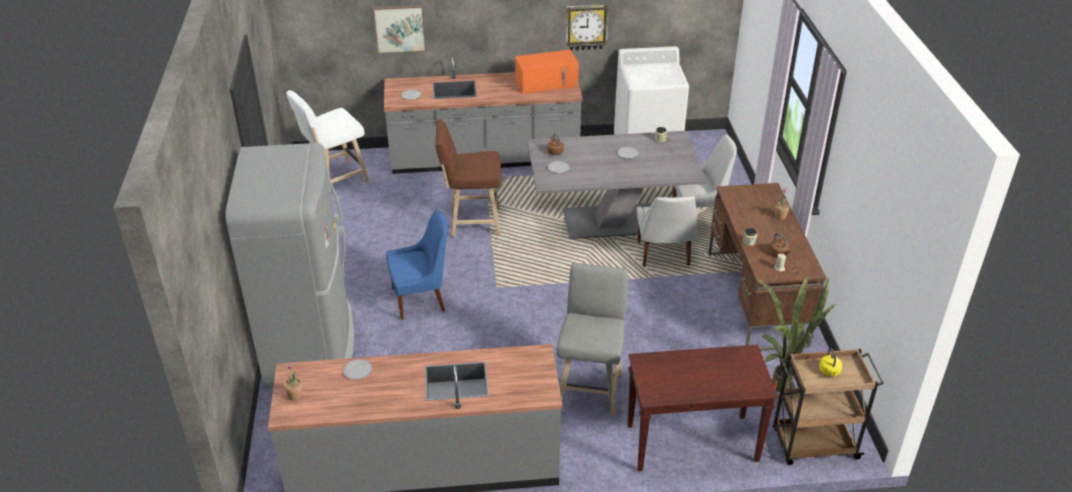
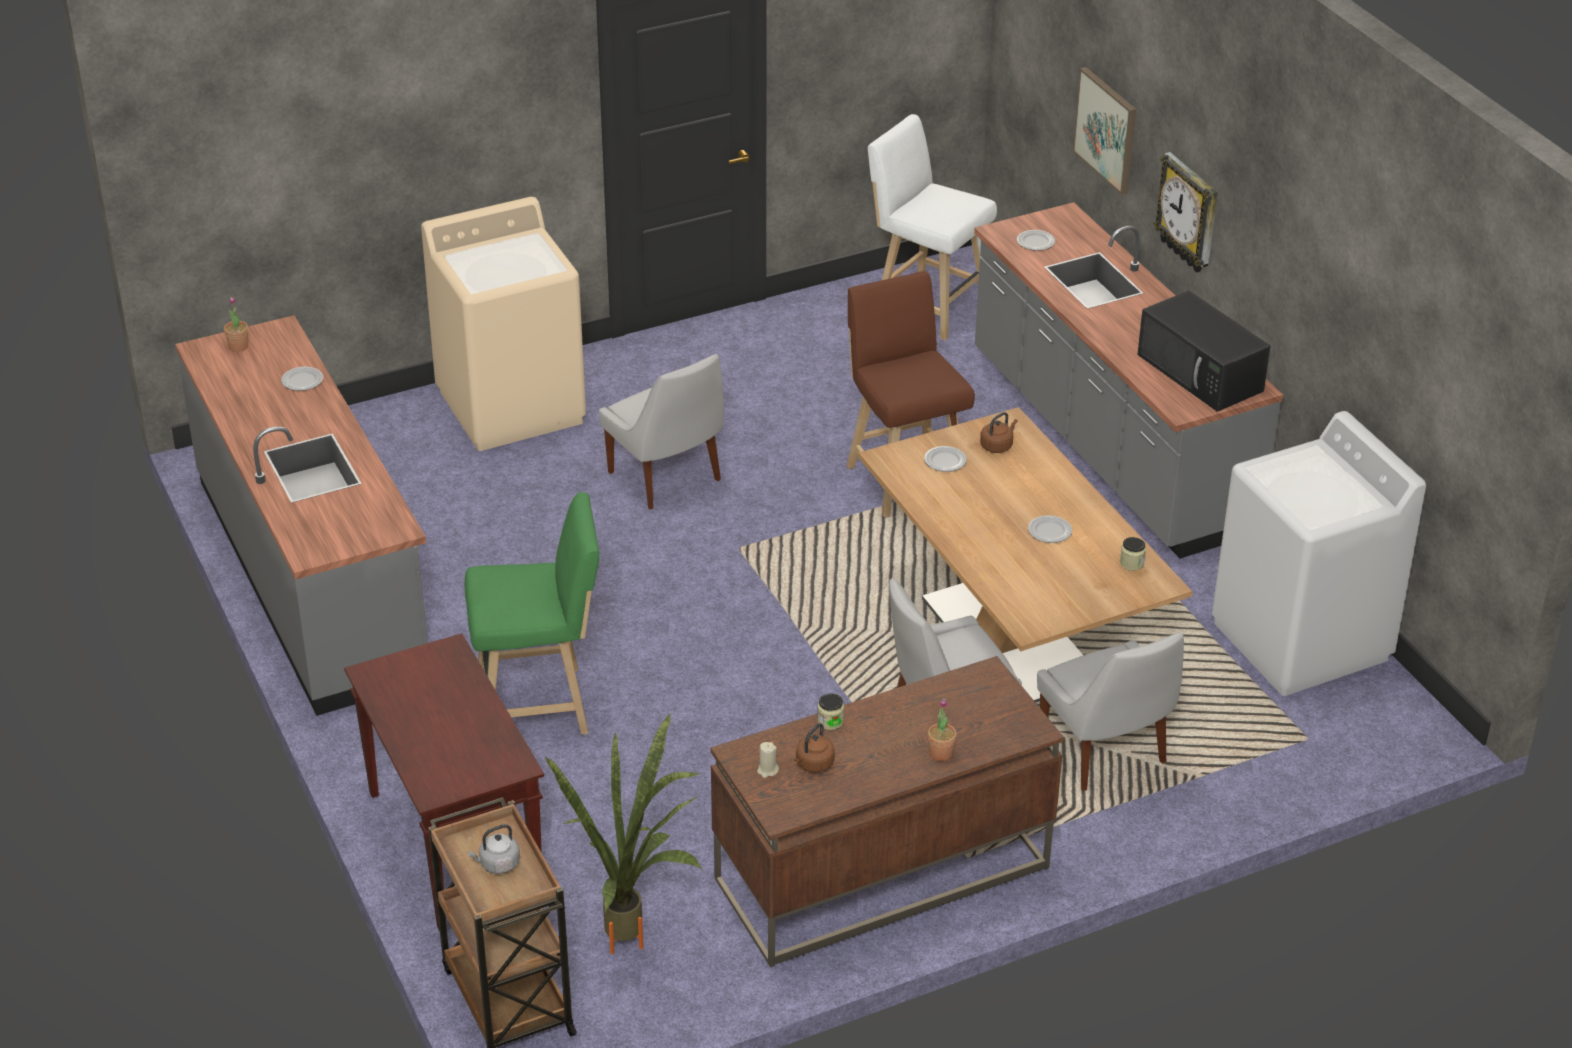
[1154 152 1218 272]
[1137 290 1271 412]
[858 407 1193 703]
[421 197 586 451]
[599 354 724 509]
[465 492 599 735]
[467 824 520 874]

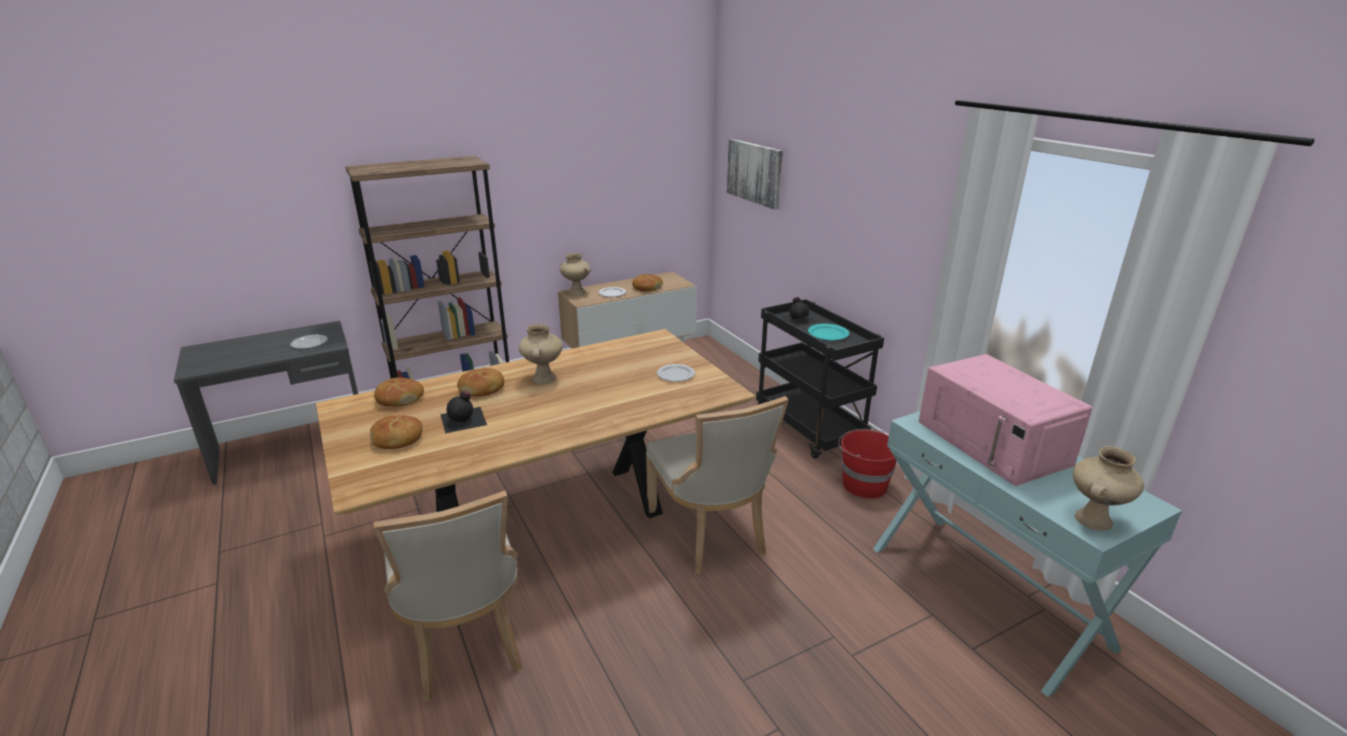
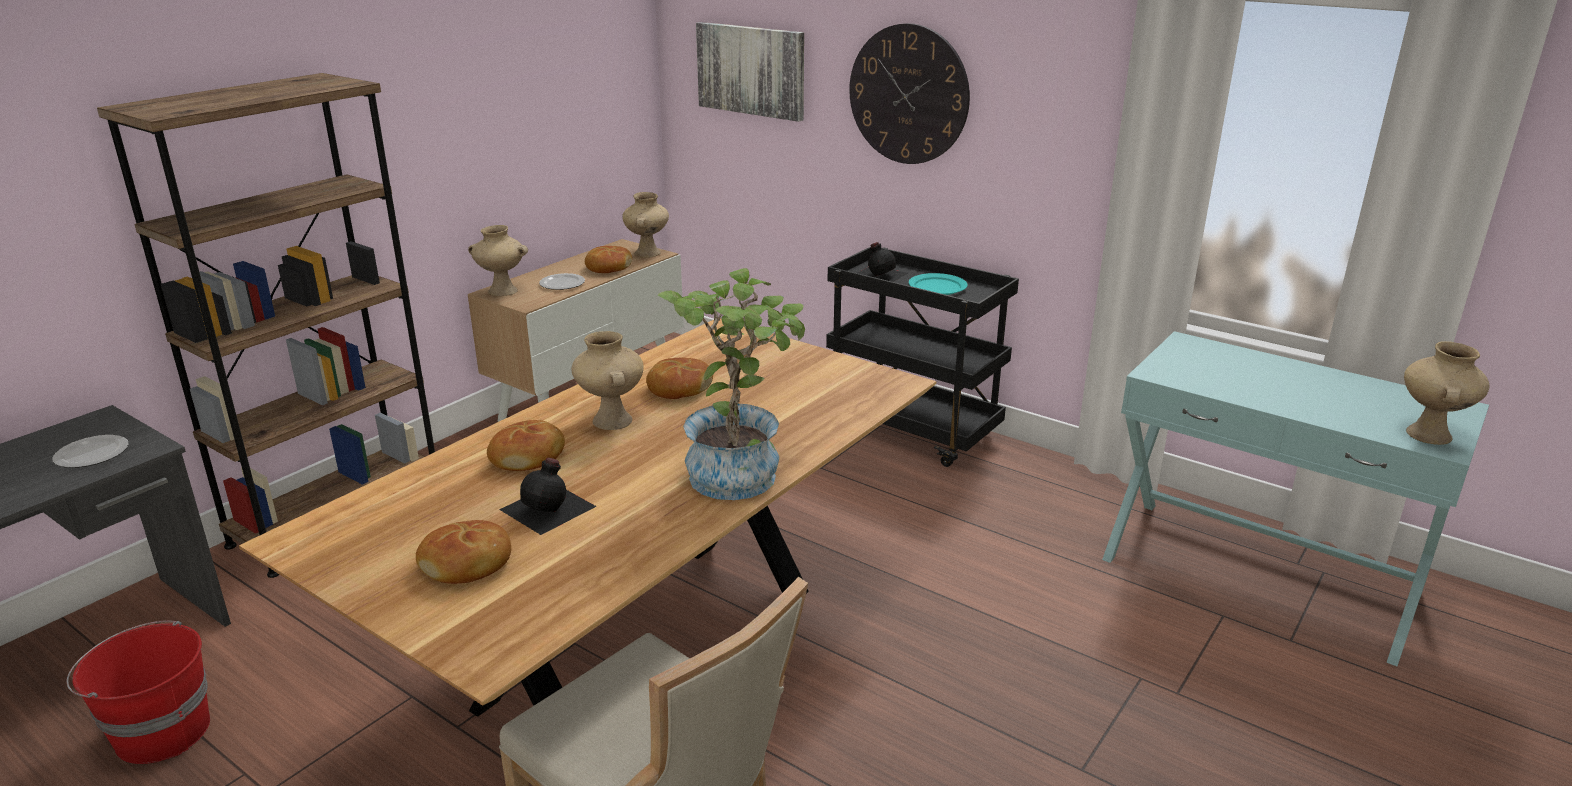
[919 354 1092 486] (first image)
[657 364 695 382] (first image)
[646 358 713 399]
[646 396 789 574] (first image)
[66 620 210 764]
[849 23 970 164]
[622 192 669 258]
[658 268 805 500]

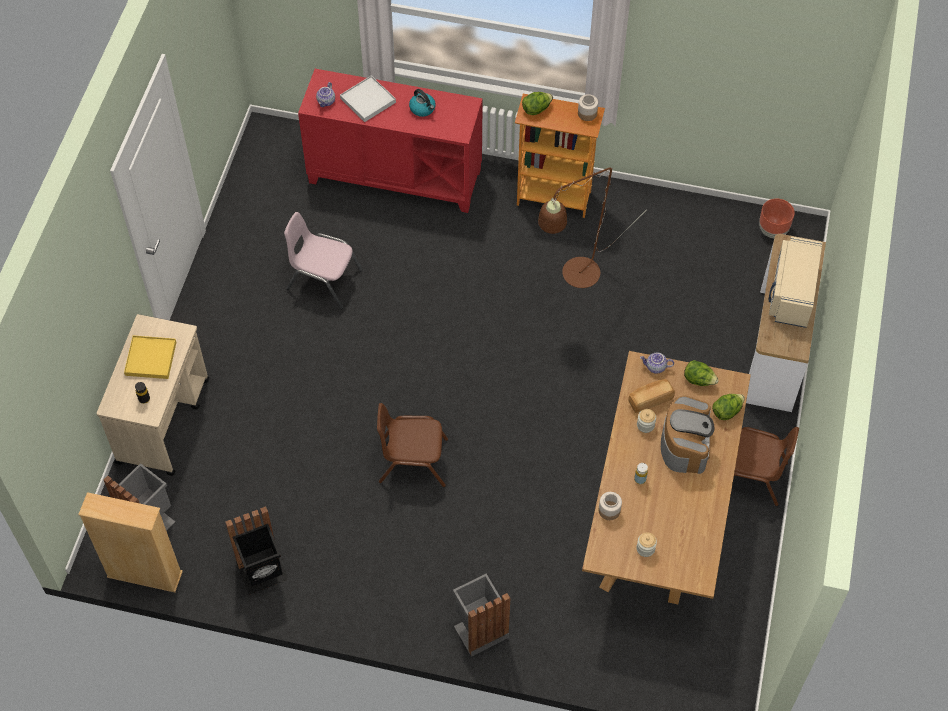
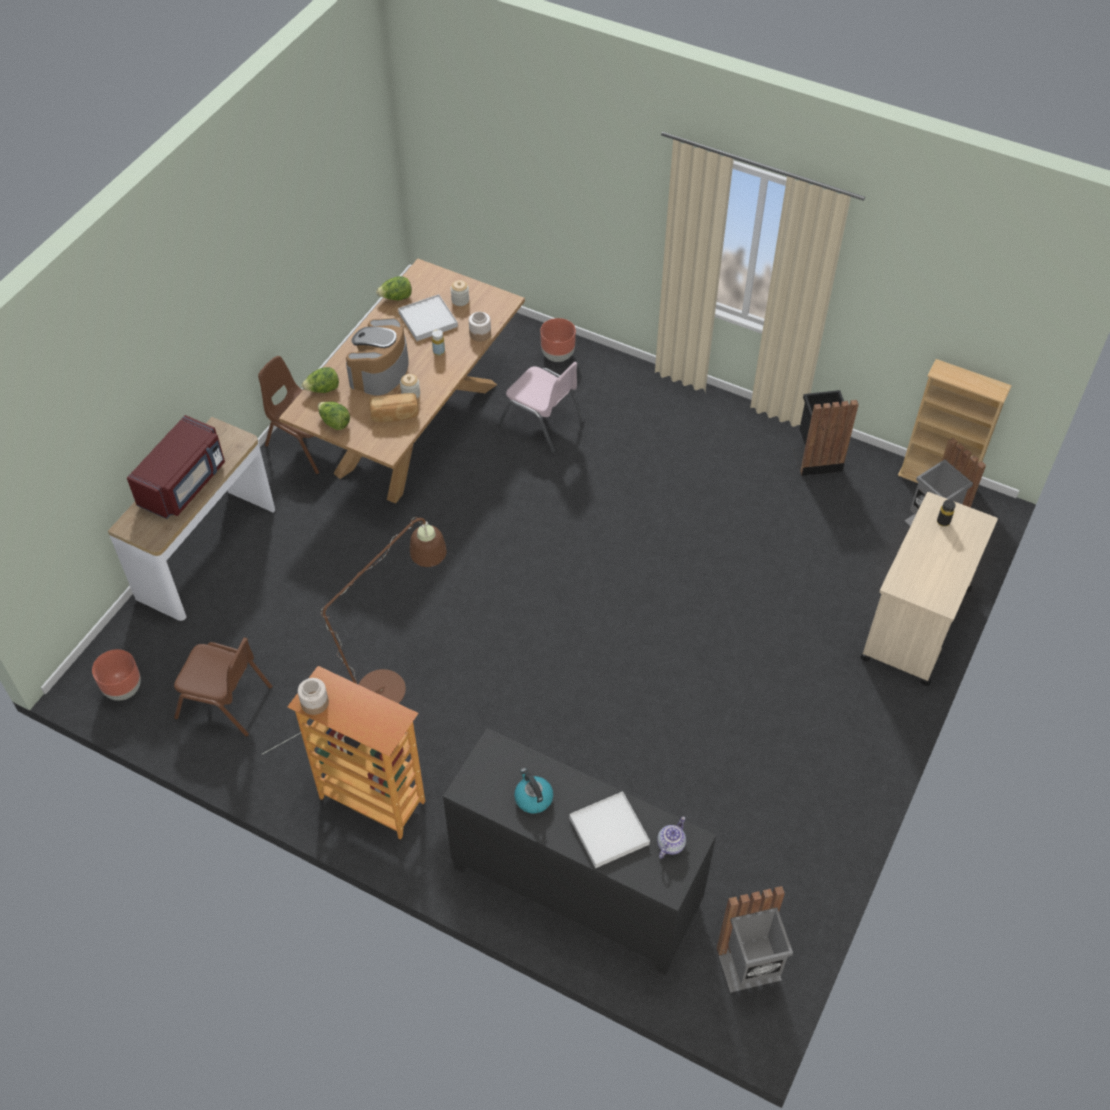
[443 728 716 975]
[376 276 412 301]
[498 362 584 453]
[127 415 225 519]
[124 335 176 379] (first image)
[640 353 674 374] (first image)
[174 637 273 737]
[716 886 793 993]
[398 294 458 341]
[540 318 576 362]

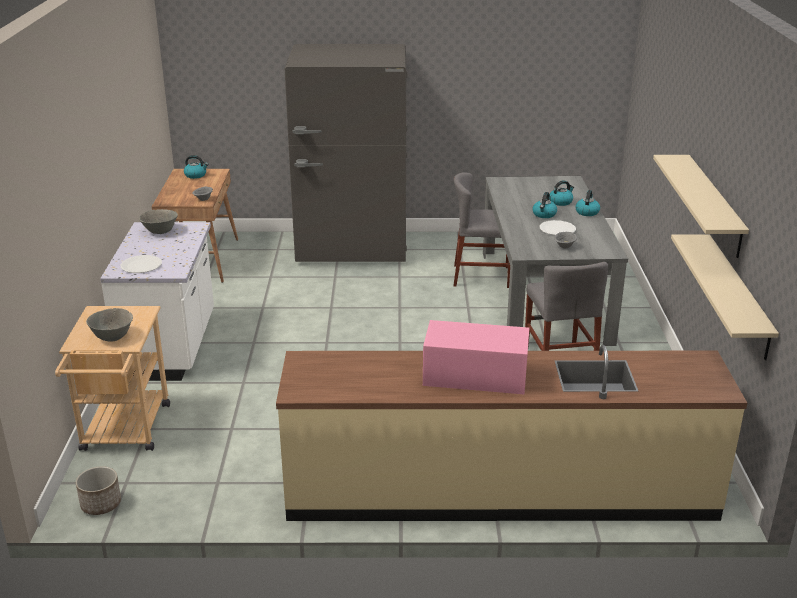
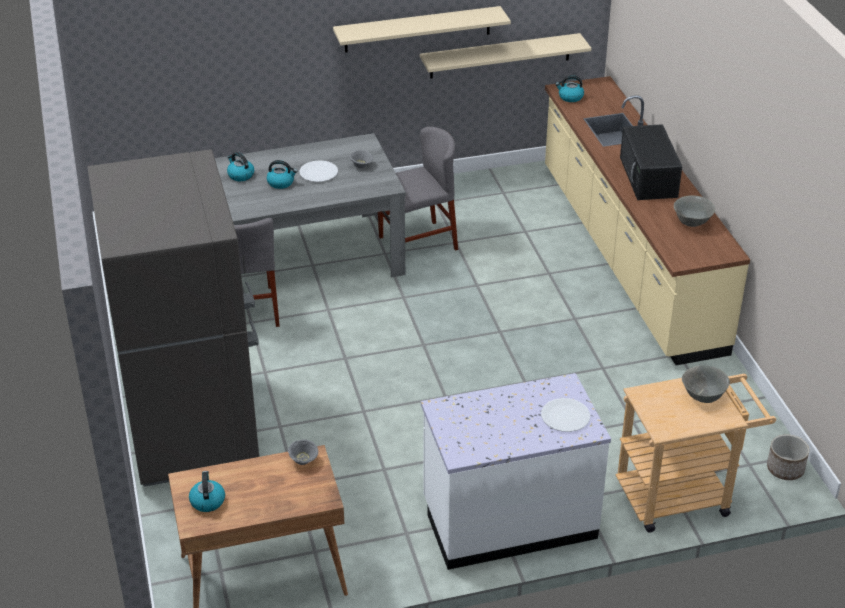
[555 75 584 102]
[674 195 715 227]
[620 124 682 200]

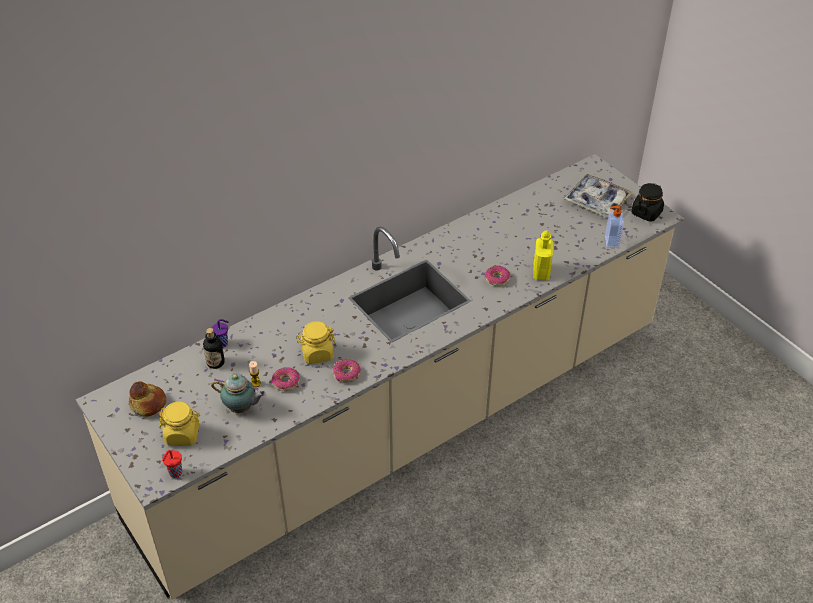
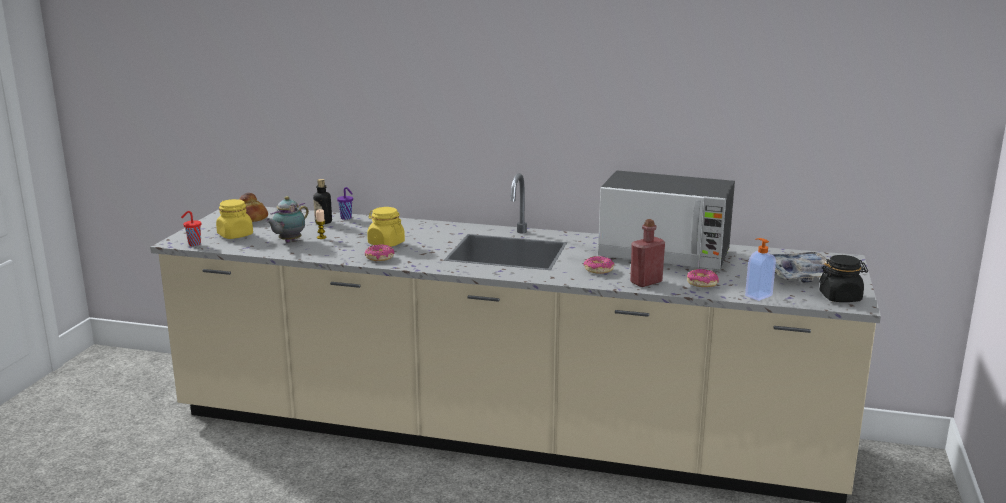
[630 219 665 287]
[687 269 719 287]
[265 196 309 242]
[598 170 735 270]

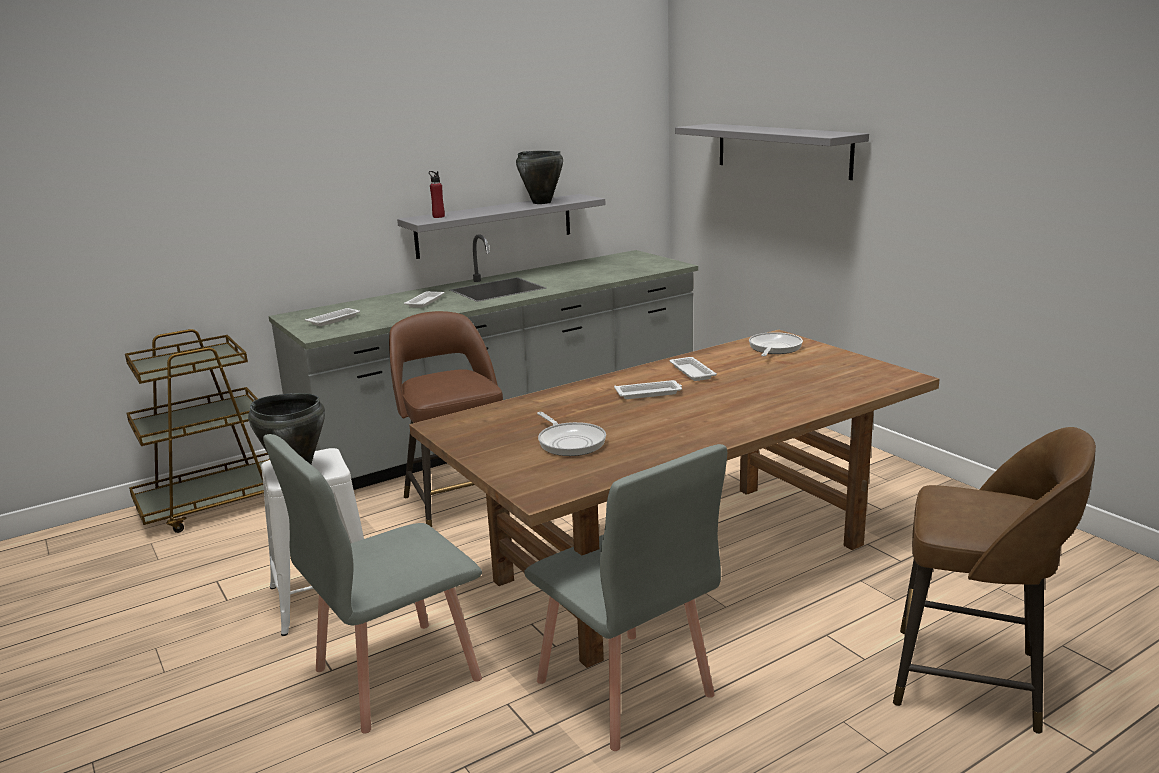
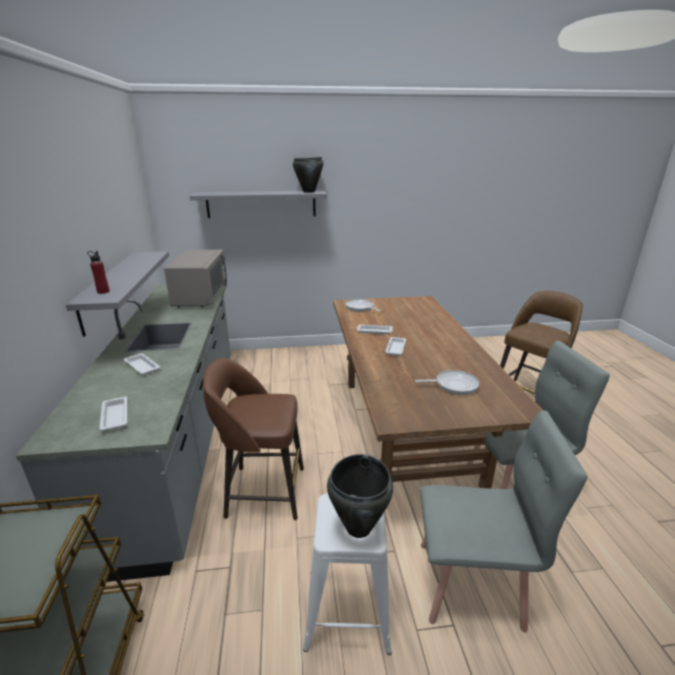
[293 157 323 193]
[420 410 587 632]
[164 249 227 308]

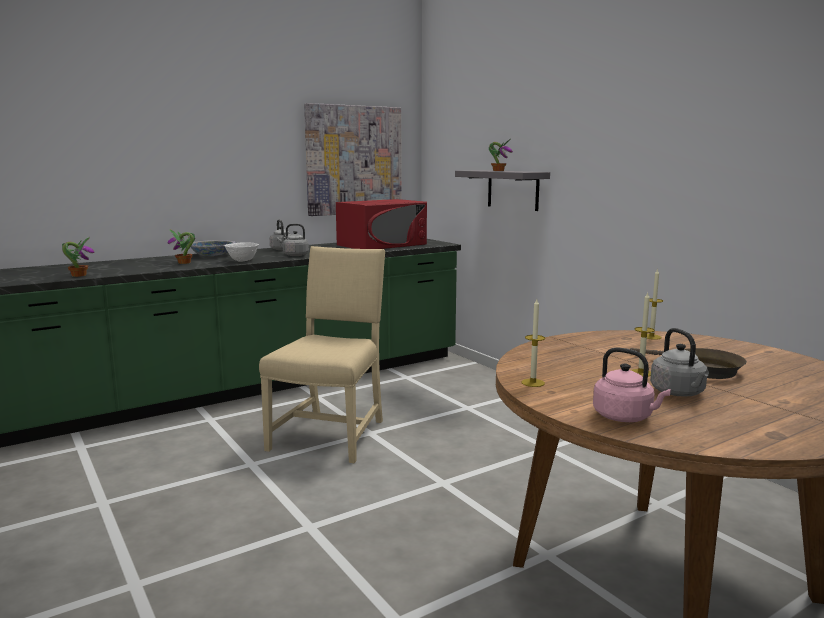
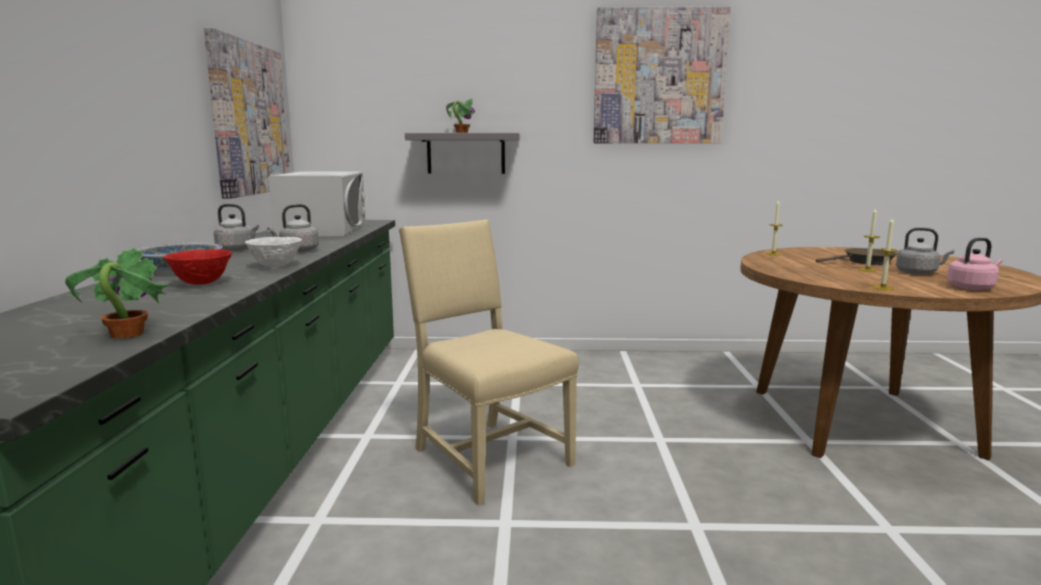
[268 171 365 236]
[164 249 232 285]
[594 6 731 143]

